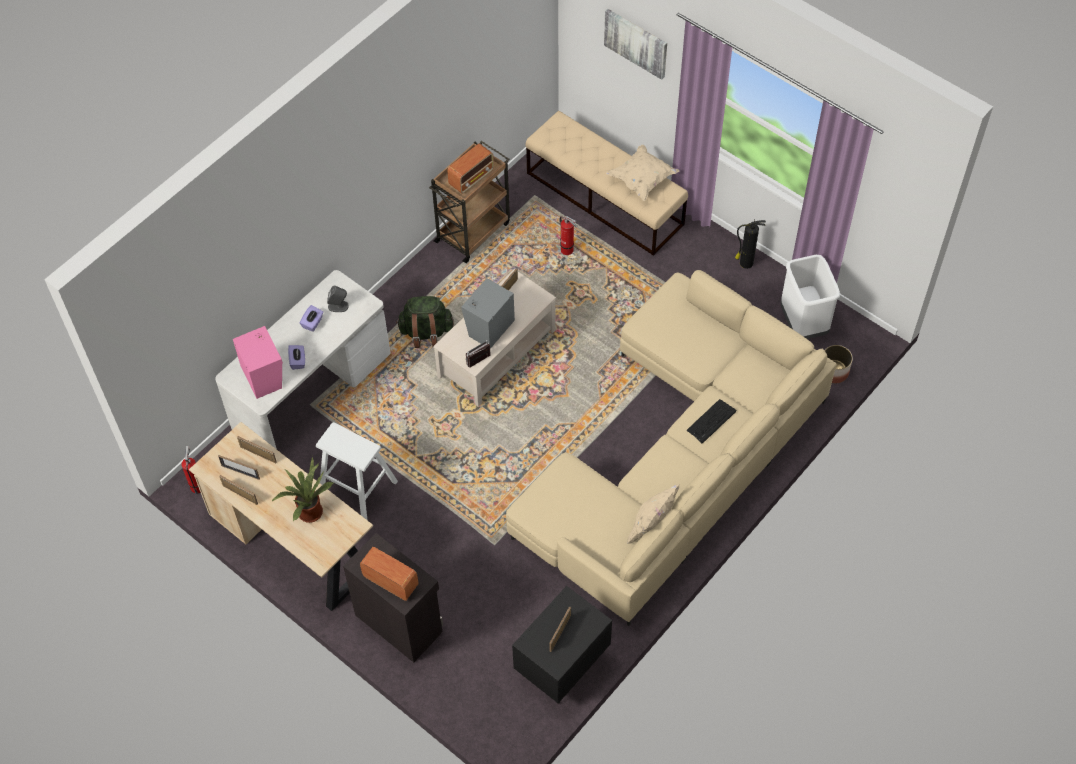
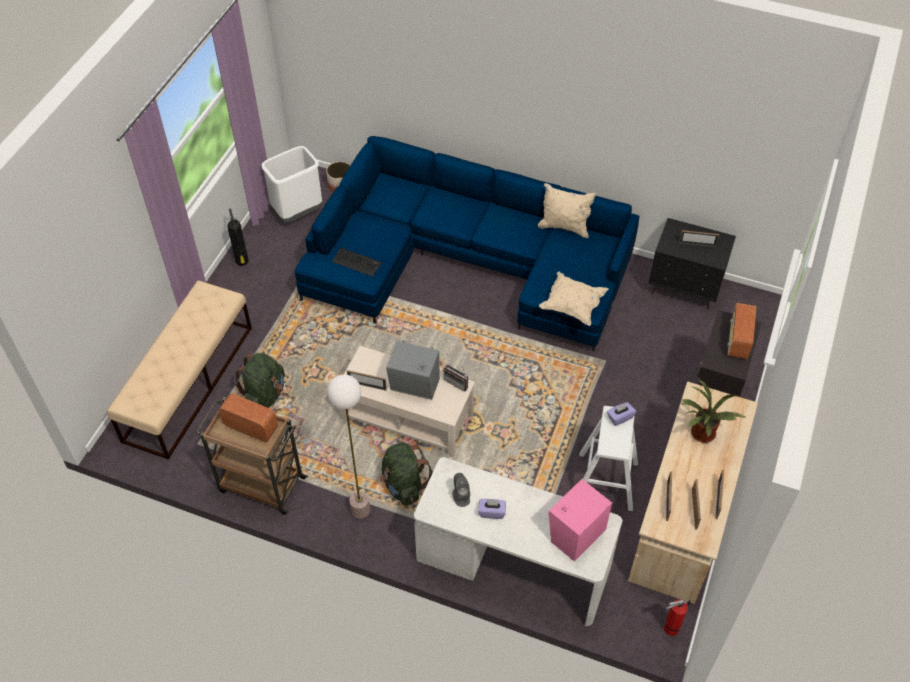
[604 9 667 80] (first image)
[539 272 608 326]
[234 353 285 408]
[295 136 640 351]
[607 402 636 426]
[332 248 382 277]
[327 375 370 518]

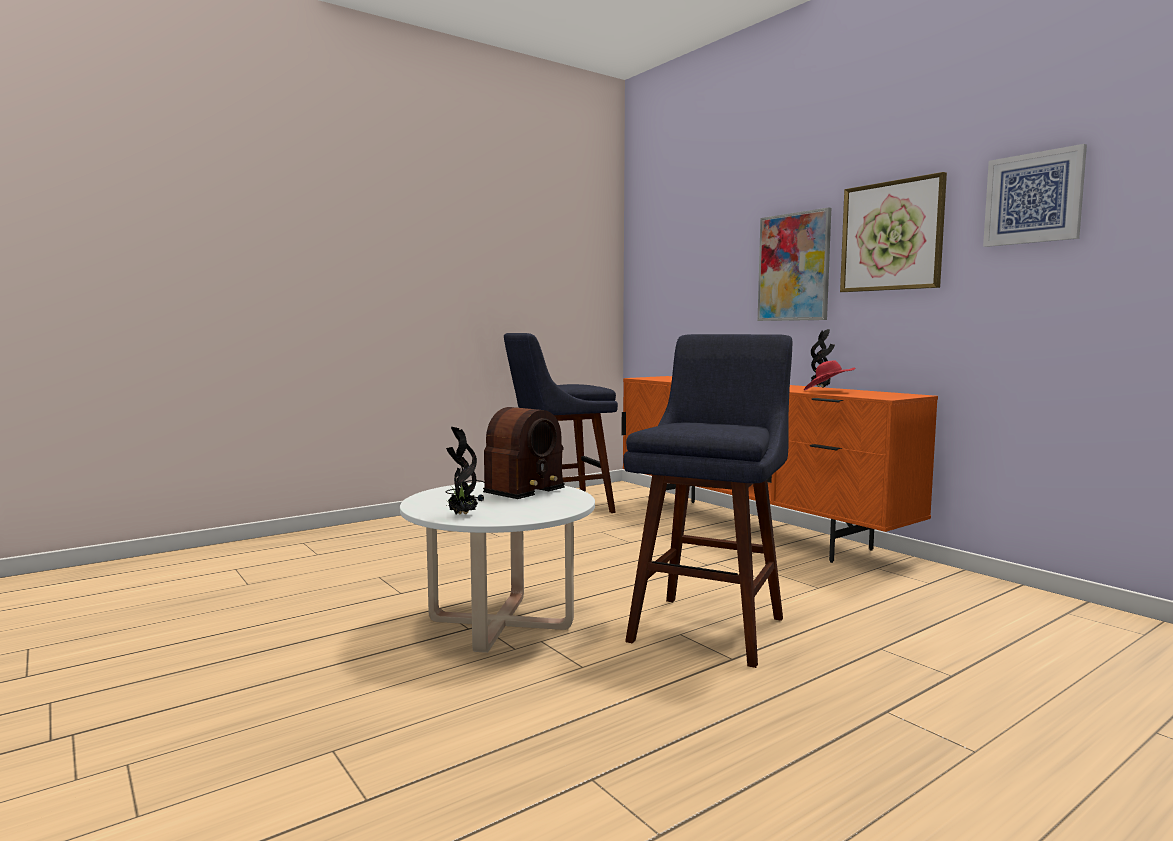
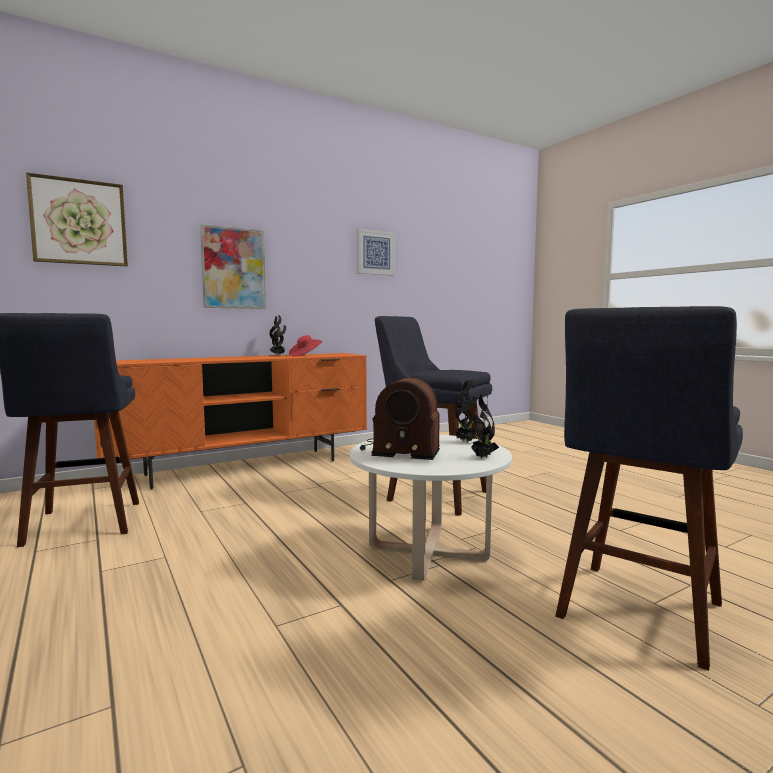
[26 172 128 266]
[360 377 440 460]
[555 306 743 671]
[455 379 478 443]

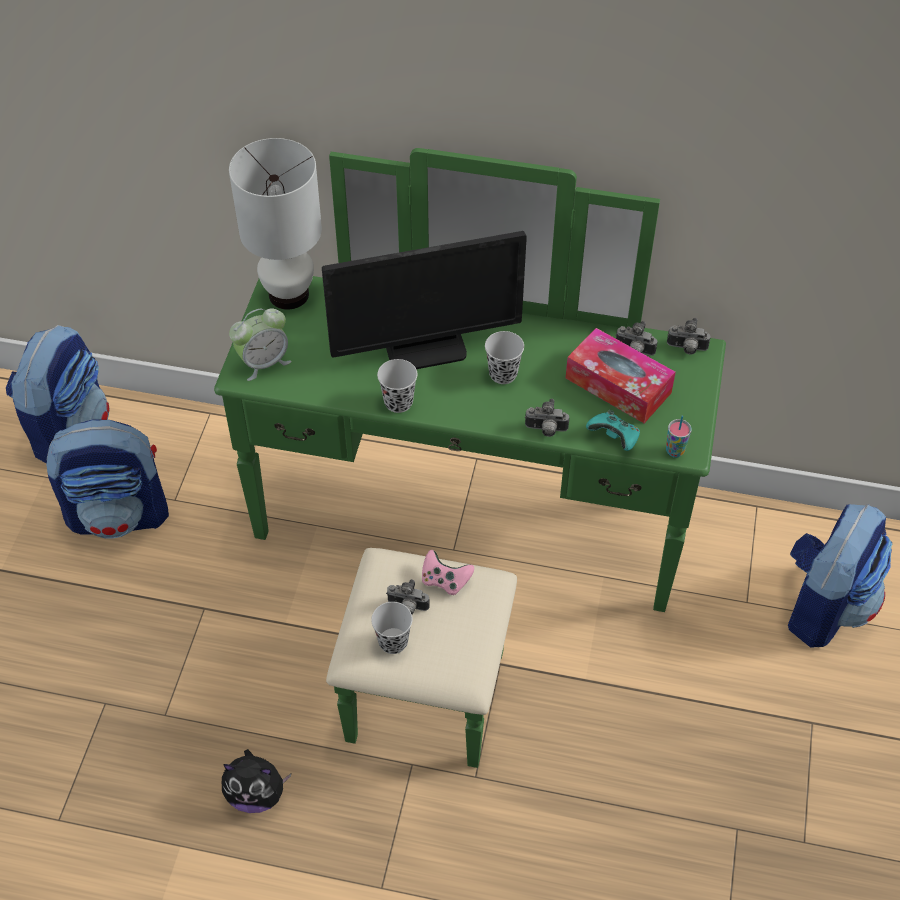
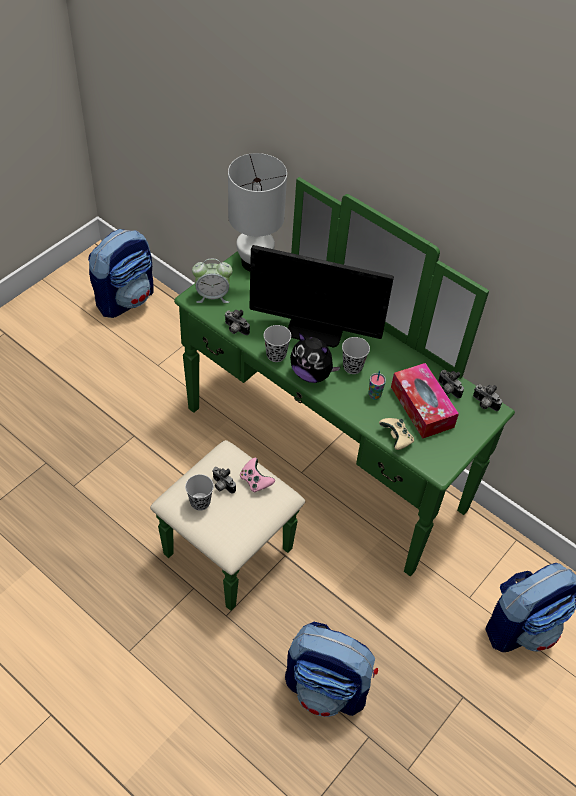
[224 310 250 335]
[379 418 414 450]
[368 370 386 400]
[285 622 378 717]
[290 332 340 383]

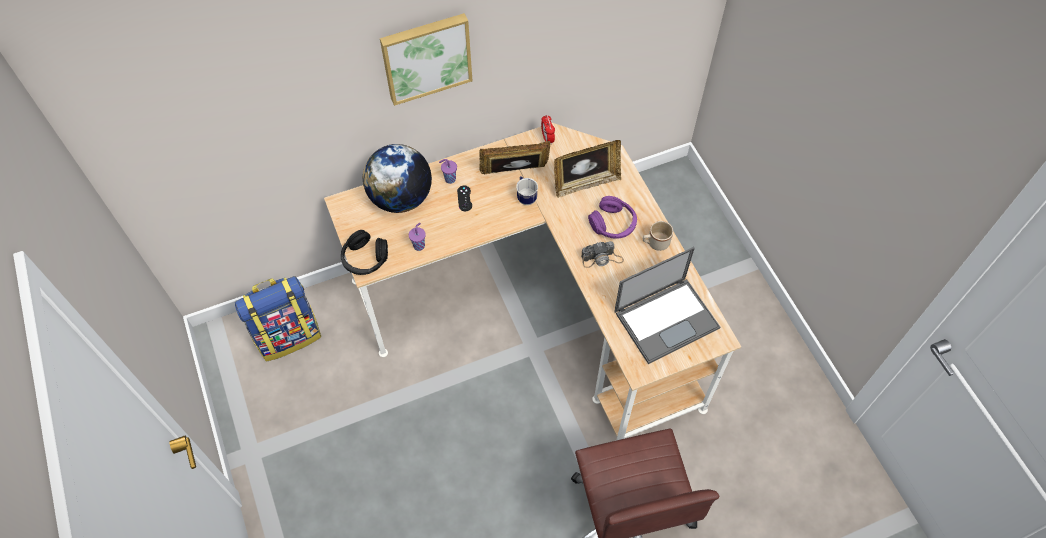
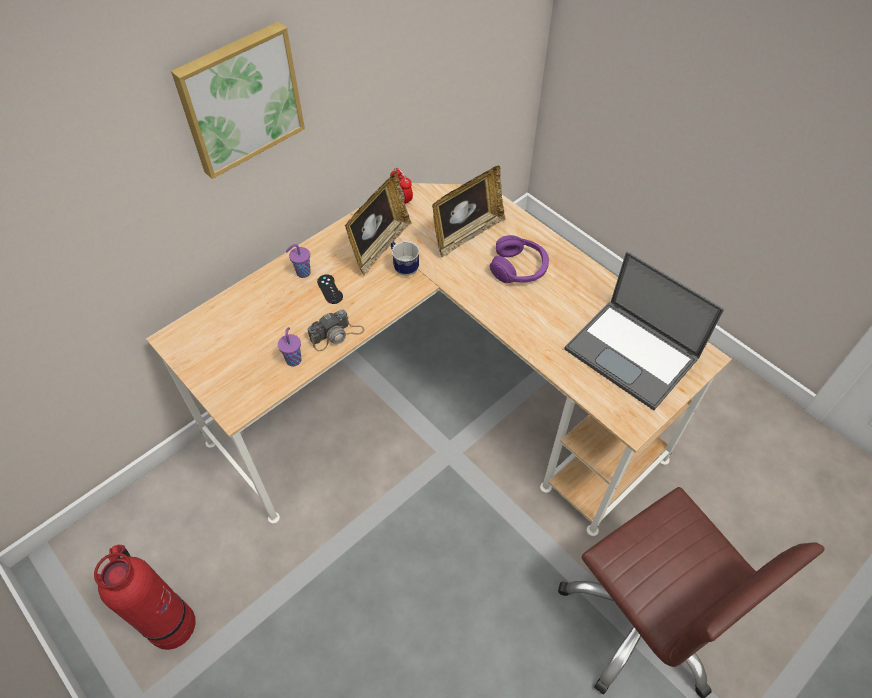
[345 172 412 276]
[363 144 432 213] (first image)
[643 221 673 251] (first image)
[341 230 388 275] (first image)
[308 310 365 351]
[564 251 724 411]
[235 276 321 362] (first image)
[94 545 195 650]

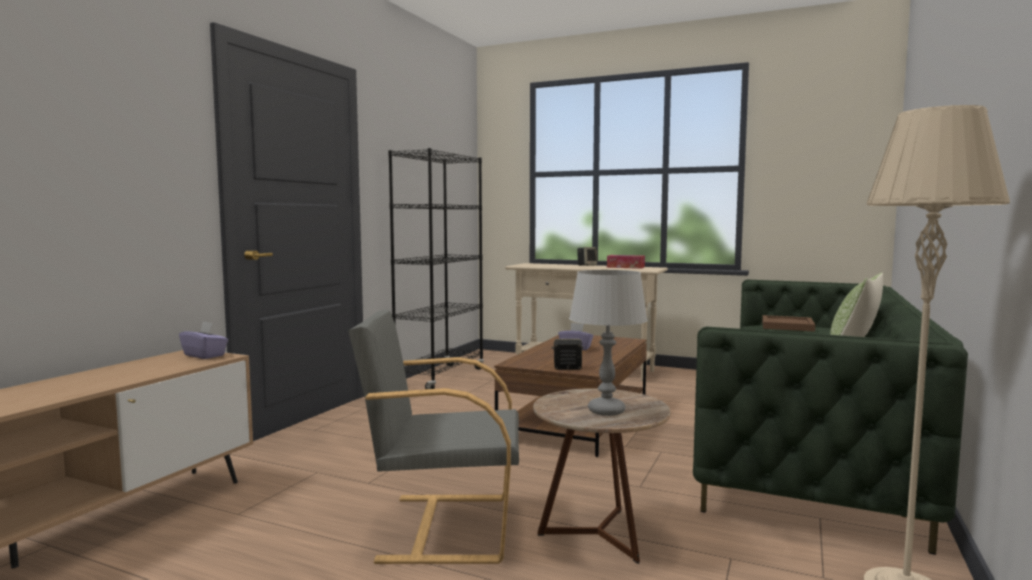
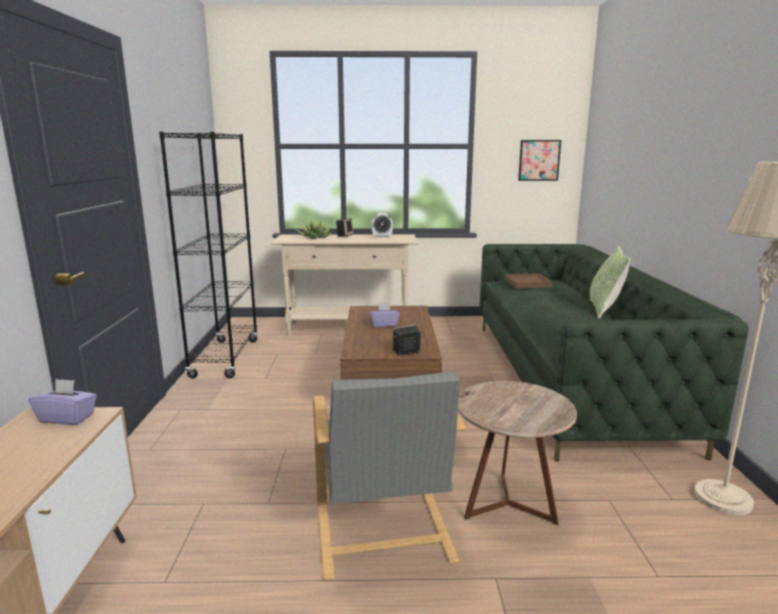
[372 213 393 237]
[569 270 648 416] (first image)
[313 372 466 580]
[518 140 561 181]
[295 220 332 239]

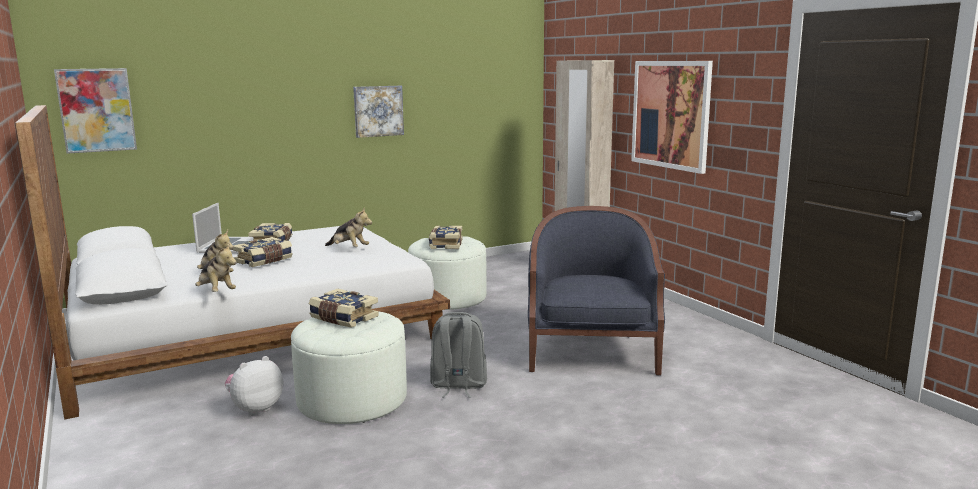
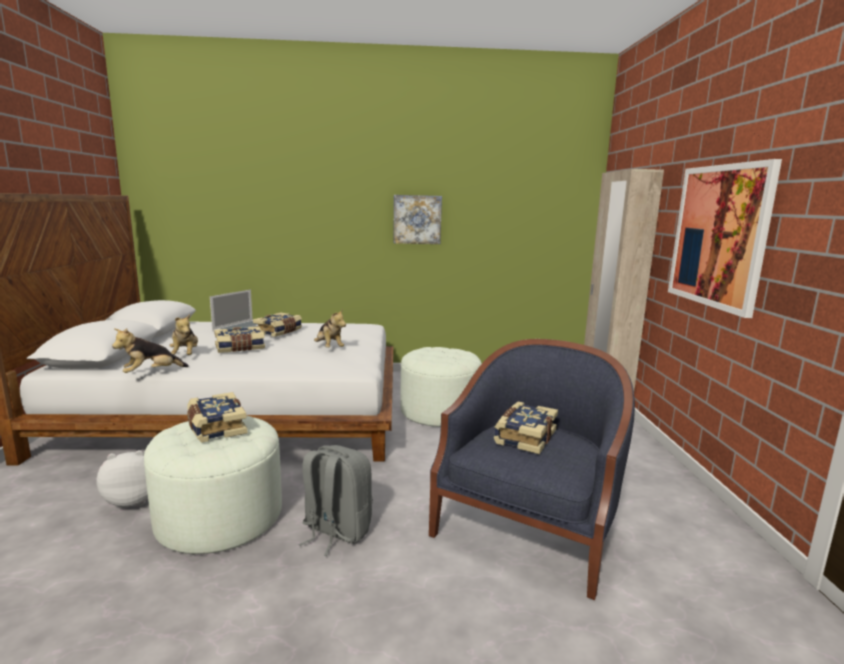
[54 68 137 154] (first image)
[494 401 558 454]
[112 328 189 373]

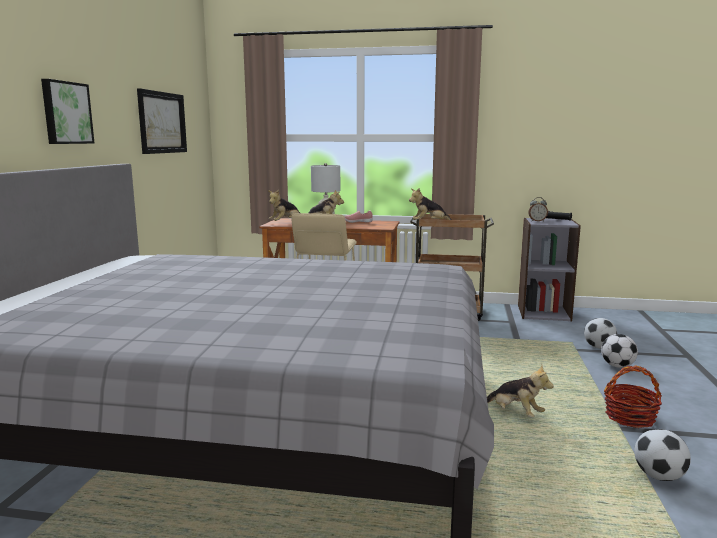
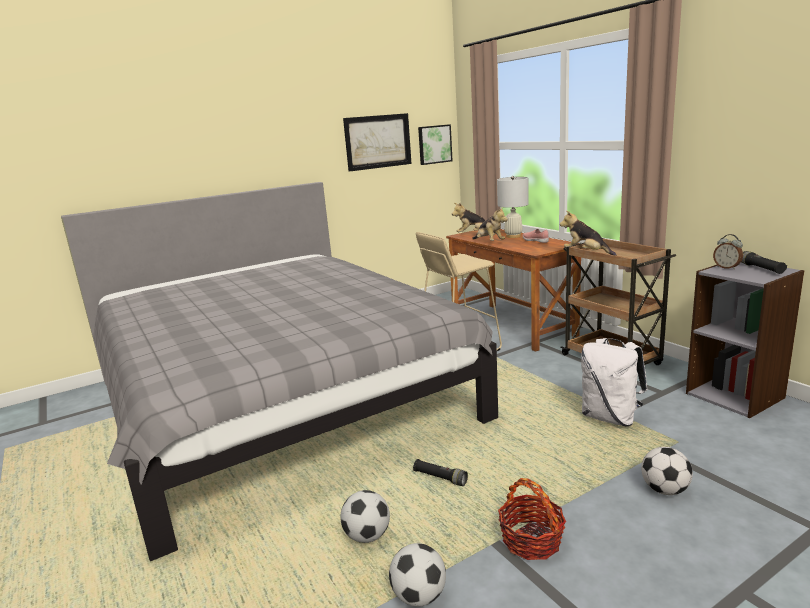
[418 124 453 165]
[340 490 390 543]
[413 459 468 486]
[581 338 648 426]

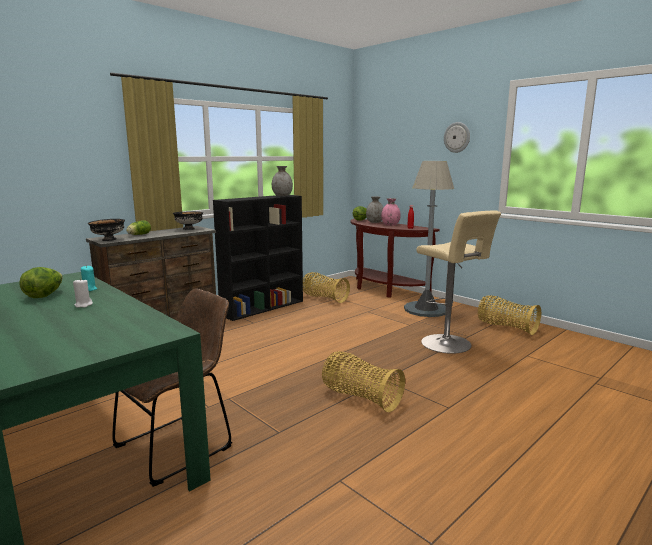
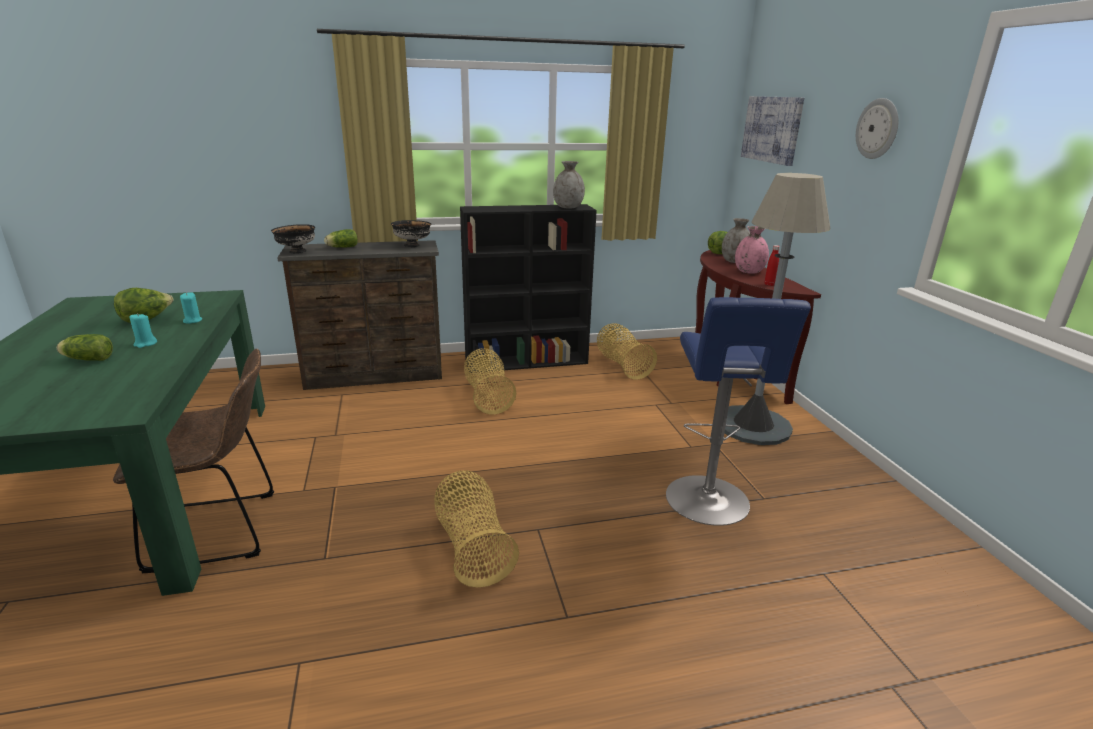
[666 297 811 526]
[130 313 157 348]
[464 348 516 414]
[741 96 804 166]
[57 334 113 361]

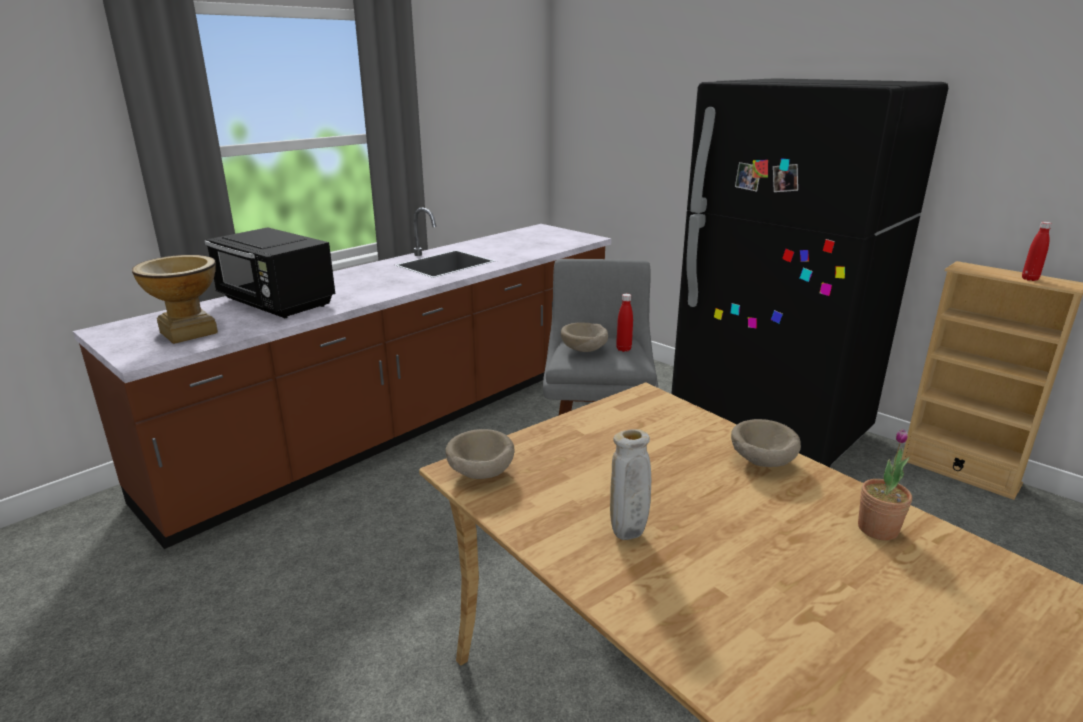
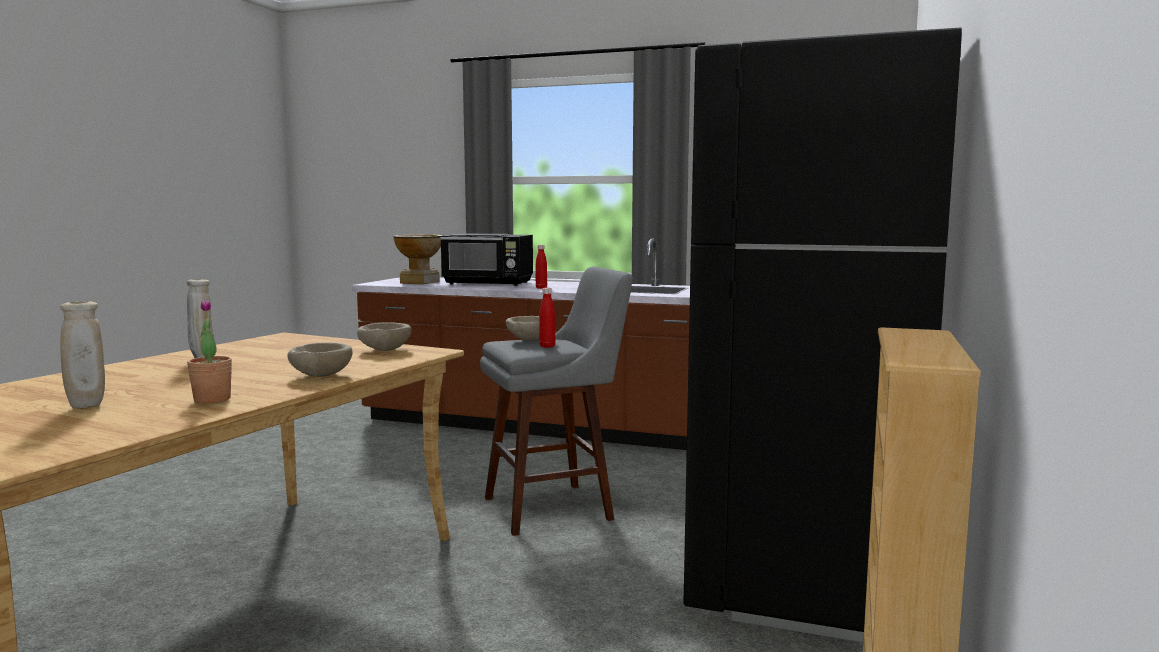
[536 245 547 289]
[440 234 533 286]
[357 322 412 351]
[60 301 105 408]

